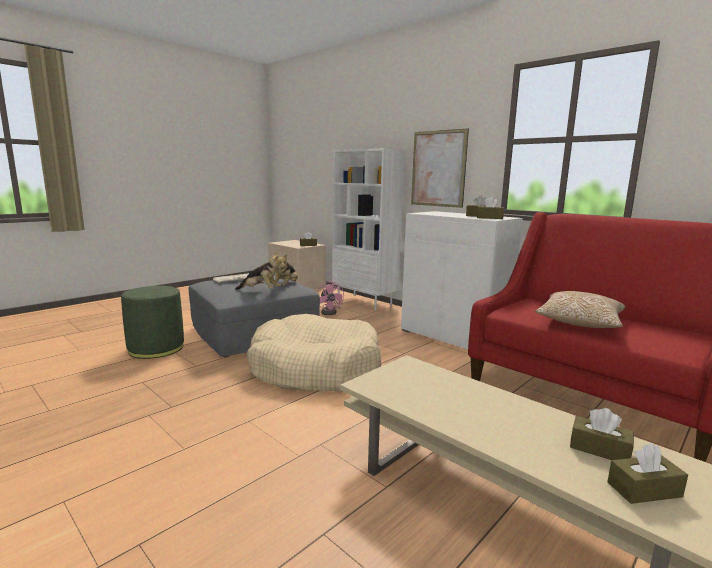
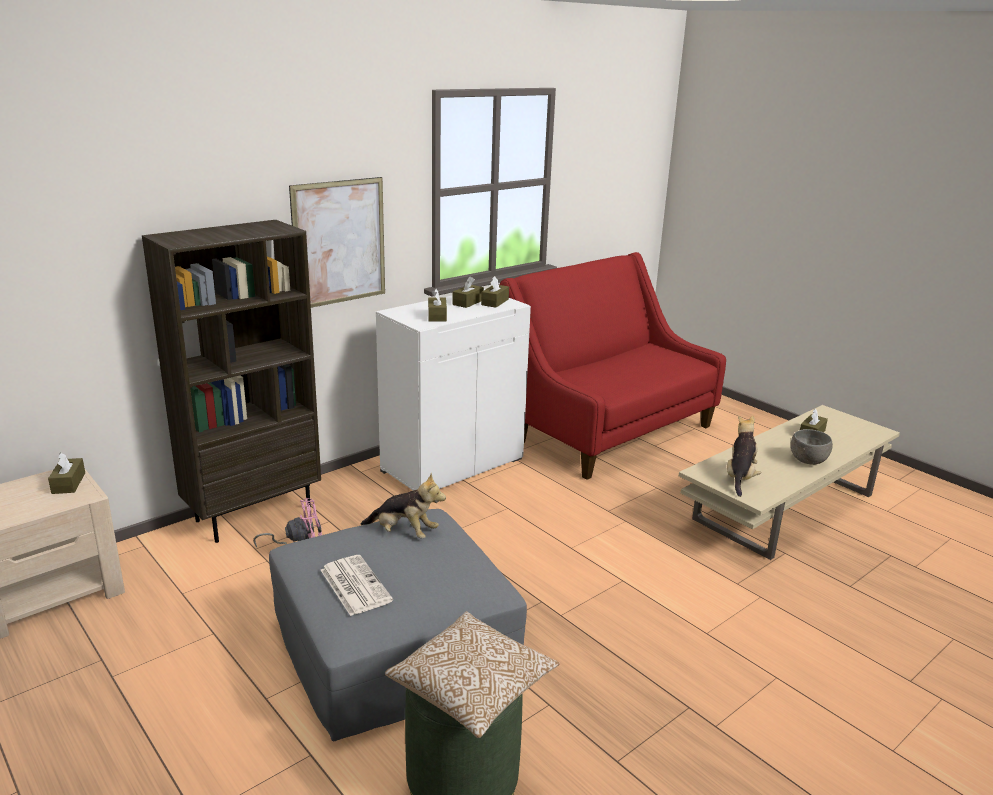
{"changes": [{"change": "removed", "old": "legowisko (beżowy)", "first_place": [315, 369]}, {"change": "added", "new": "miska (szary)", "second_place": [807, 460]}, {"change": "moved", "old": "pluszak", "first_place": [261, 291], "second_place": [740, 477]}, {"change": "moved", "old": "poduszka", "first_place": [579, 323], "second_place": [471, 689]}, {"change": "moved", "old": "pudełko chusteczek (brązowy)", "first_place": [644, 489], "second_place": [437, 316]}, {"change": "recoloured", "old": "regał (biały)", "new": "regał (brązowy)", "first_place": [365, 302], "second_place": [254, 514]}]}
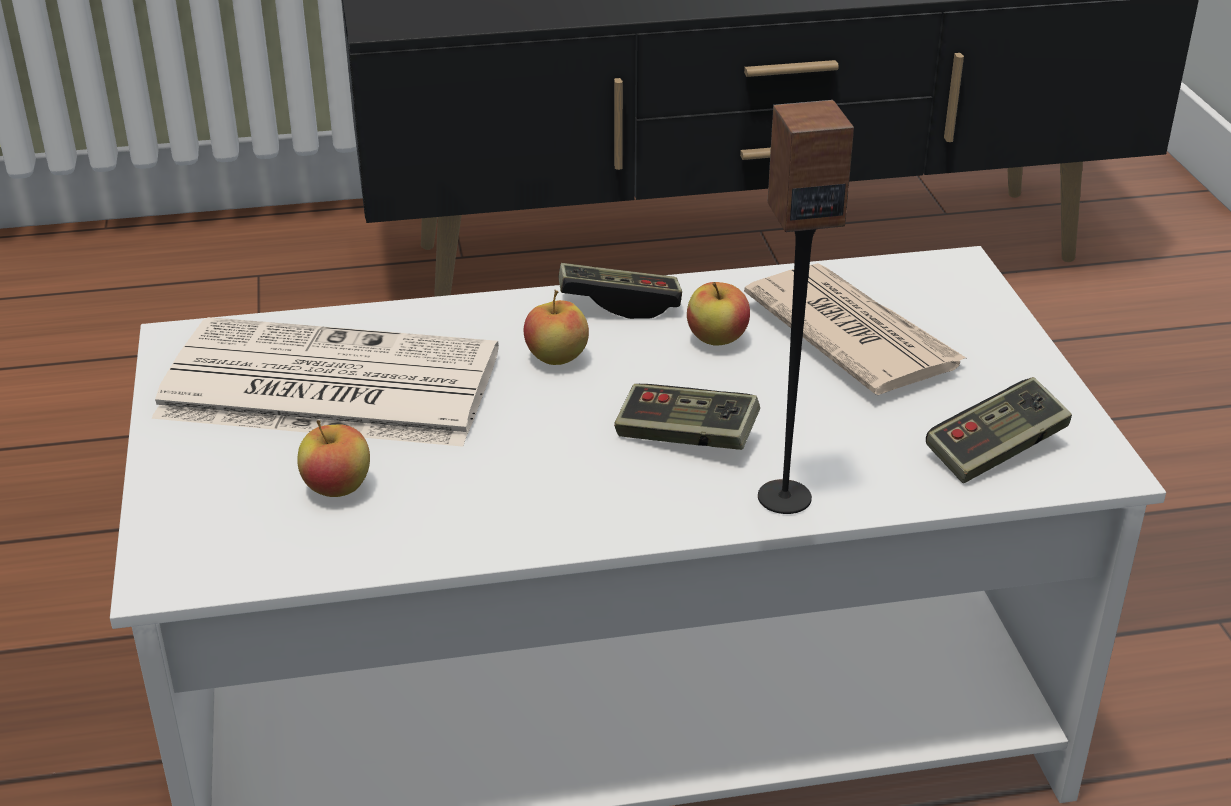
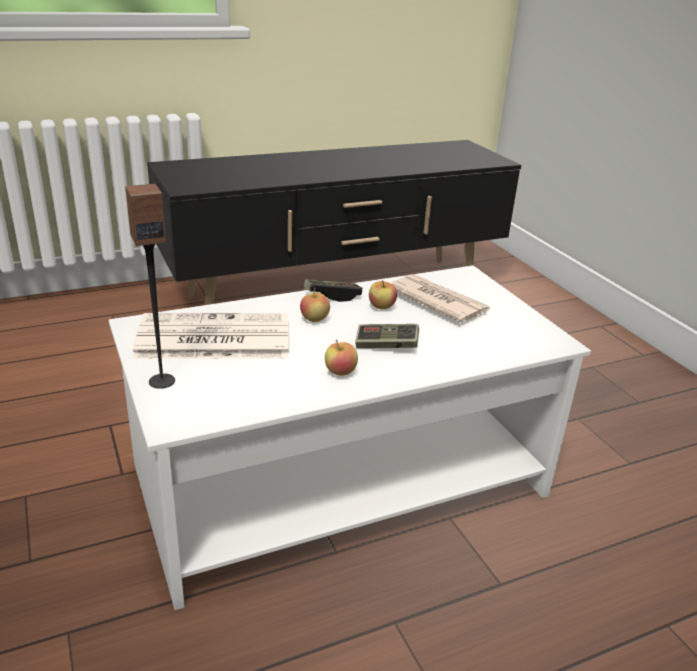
{"changes": [{"change": "removed", "old": "pad do gier", "first_place": [995, 450]}, {"change": "moved", "old": "jabłko", "first_place": [337, 488], "second_place": [340, 372]}, {"change": "moved", "old": "głośnik", "first_place": [784, 496], "second_place": [162, 381]}]}
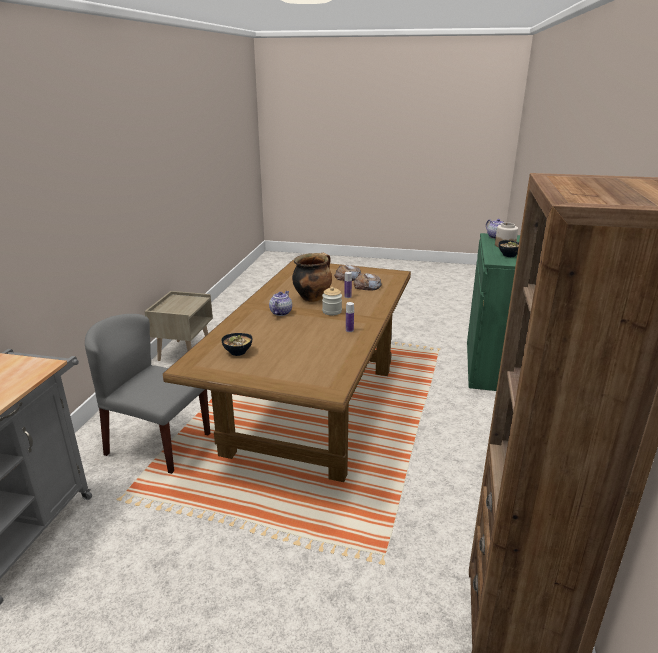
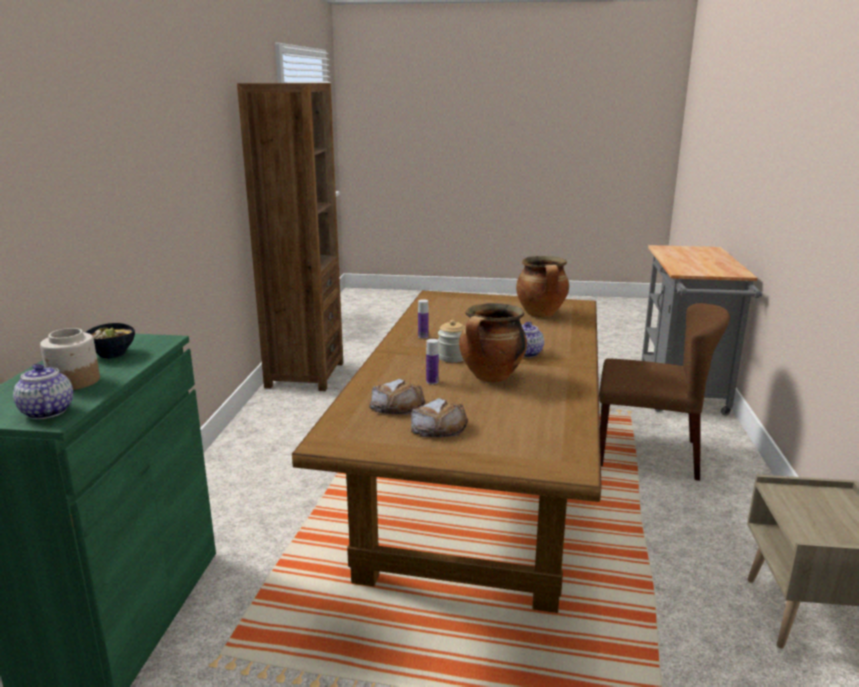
{"changes": [{"change": "replaced", "old": "miska", "new": "garnek", "first_place": [237, 352], "second_place": [541, 314]}, {"change": "recoloured", "old": "krzesło (szary)", "new": "krzesło (brązowy)", "first_place": [157, 444], "second_place": [648, 453]}]}
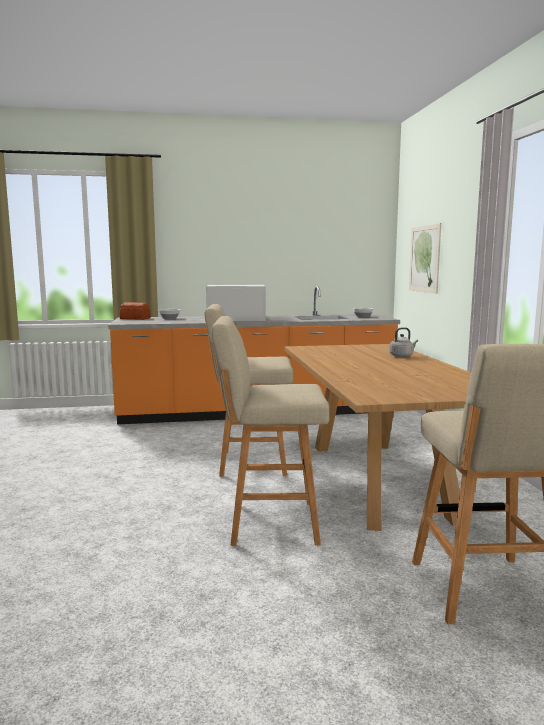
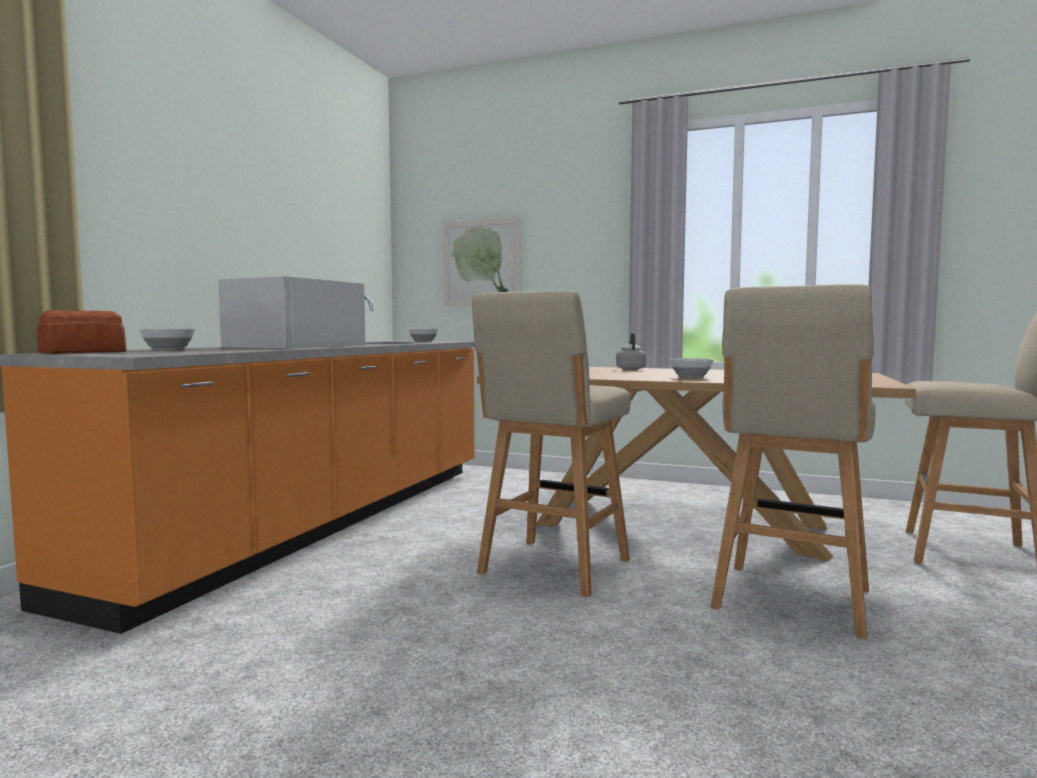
{"changes": [{"change": "added", "new": "miska", "second_place": [690, 377]}]}
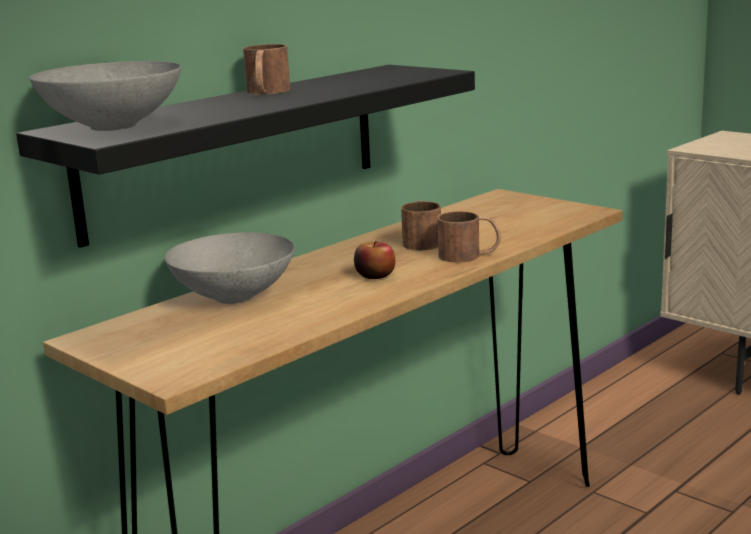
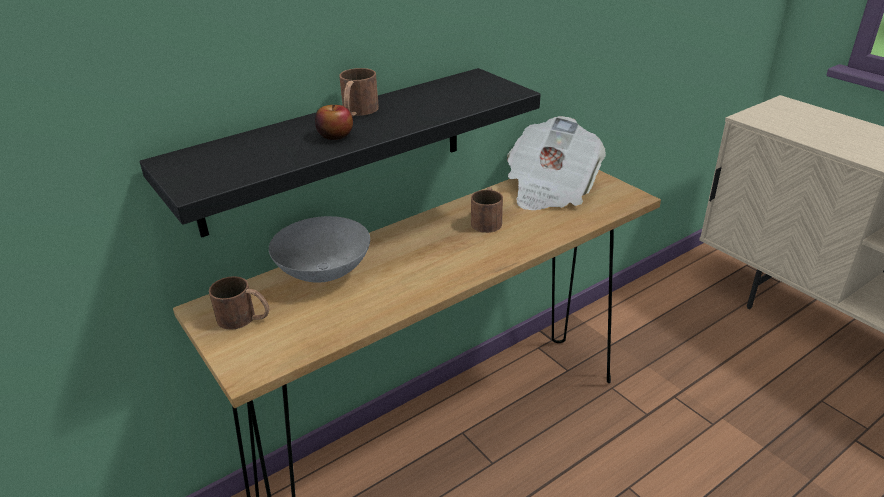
{"changes": [{"change": "removed", "old": "miska (szary)", "first_place": [116, 126]}, {"change": "added", "new": "gazeta", "second_place": [550, 188]}, {"change": "moved", "old": "jabłko", "first_place": [375, 275], "second_place": [335, 135]}, {"change": "moved", "old": "kubek (brązowy)", "first_place": [469, 255], "second_place": [244, 318]}]}
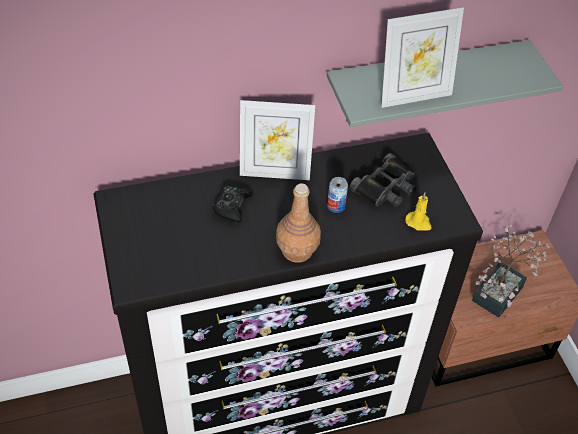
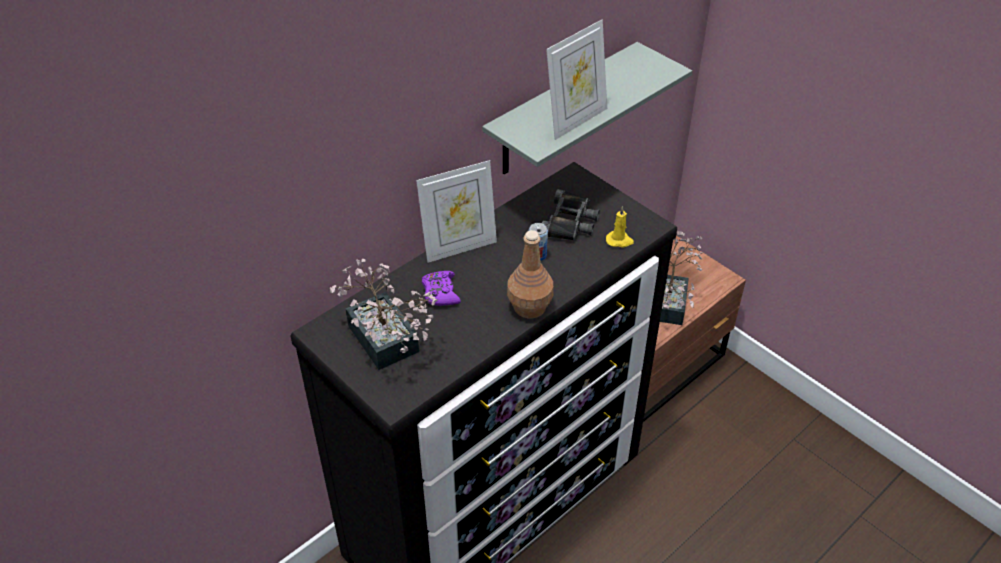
{"changes": [{"change": "added", "new": "roślina doniczkowa", "second_place": [386, 345]}, {"change": "recoloured", "old": "pad do gier (czarny)", "new": "pad do gier (fioletowy)", "first_place": [232, 206], "second_place": [440, 293]}]}
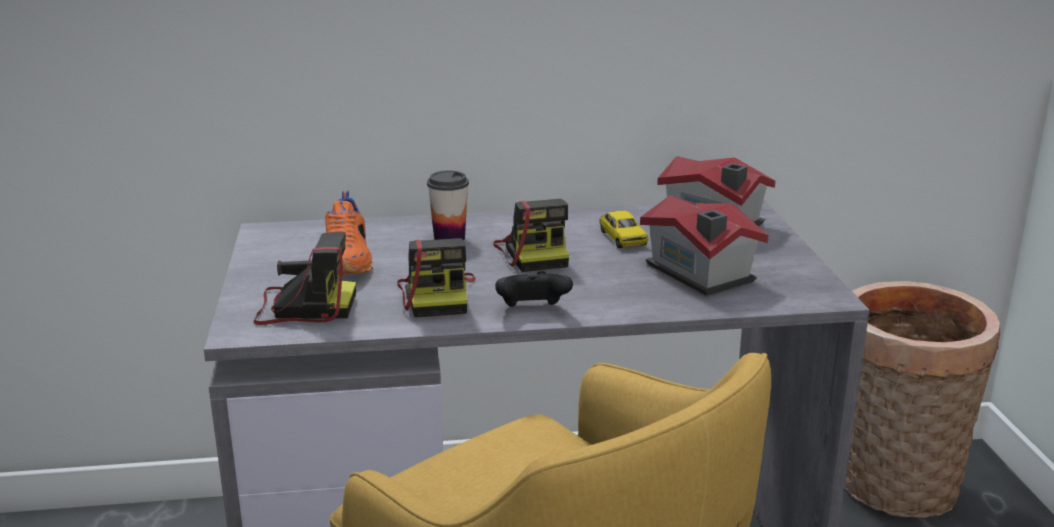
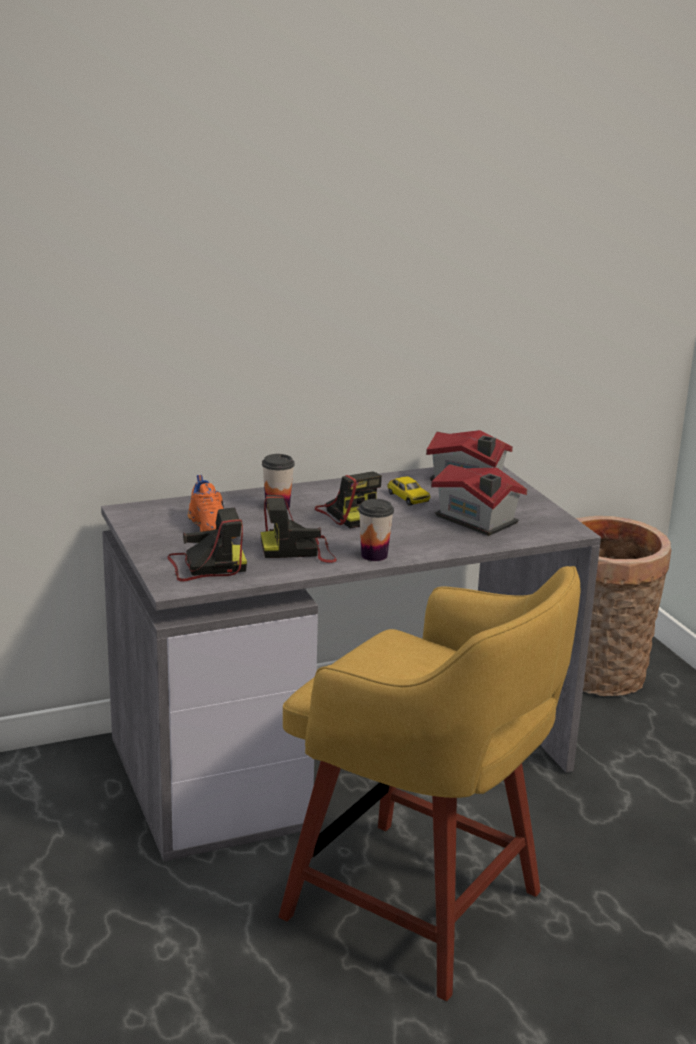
{"changes": [{"change": "replaced", "old": "pad do gier (czarny)", "new": "filiżanka", "first_place": [532, 310], "second_place": [374, 555]}, {"change": "turned", "old": "aparat fotograficzny", "first_place": [437, 296], "second_place": [299, 550], "degrees": 105}]}
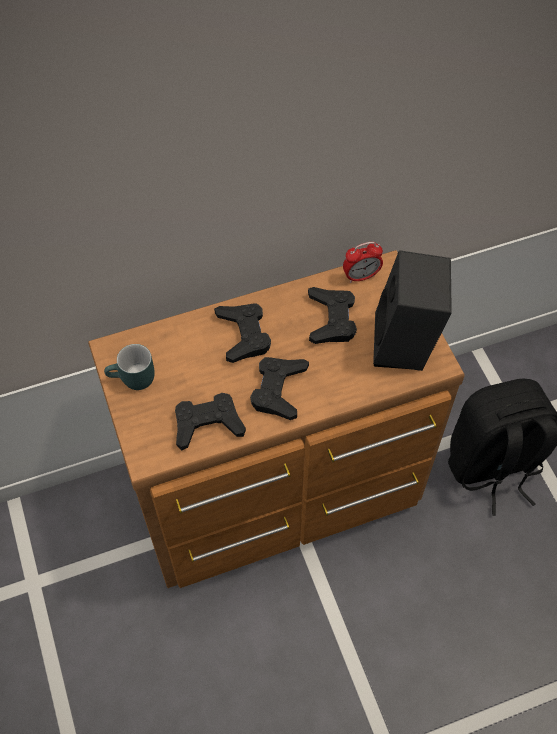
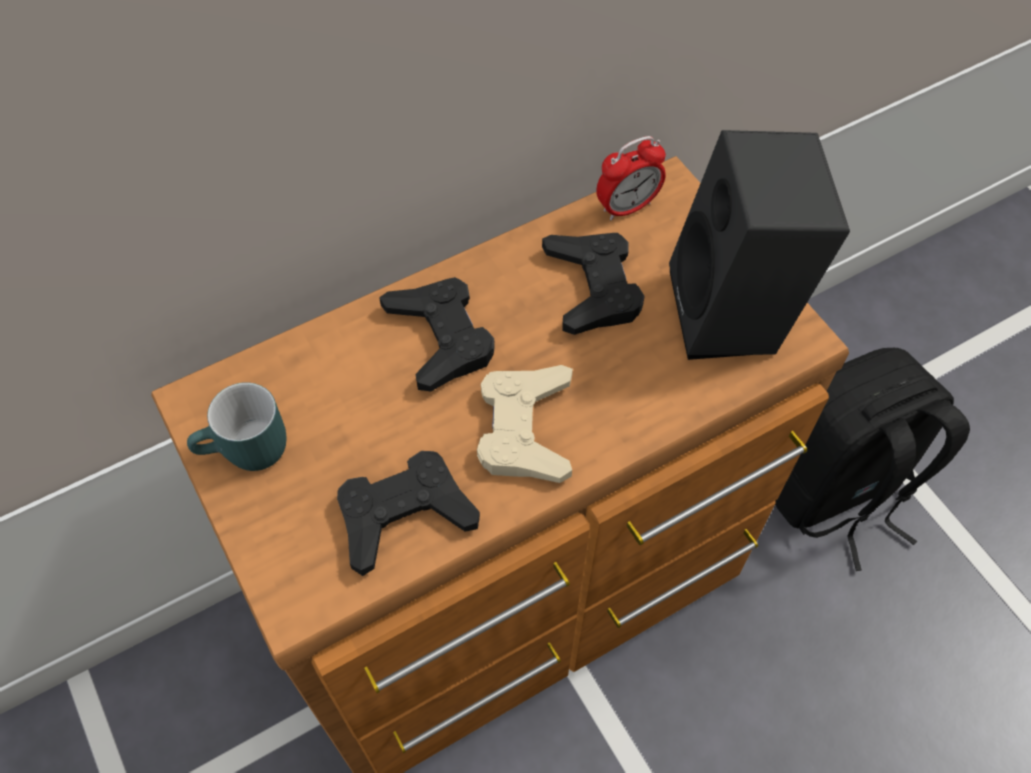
{"changes": [{"change": "recoloured", "old": "pad do gier (czarny)", "new": "pad do gier (beżowy)", "first_place": [278, 390], "second_place": [525, 429]}]}
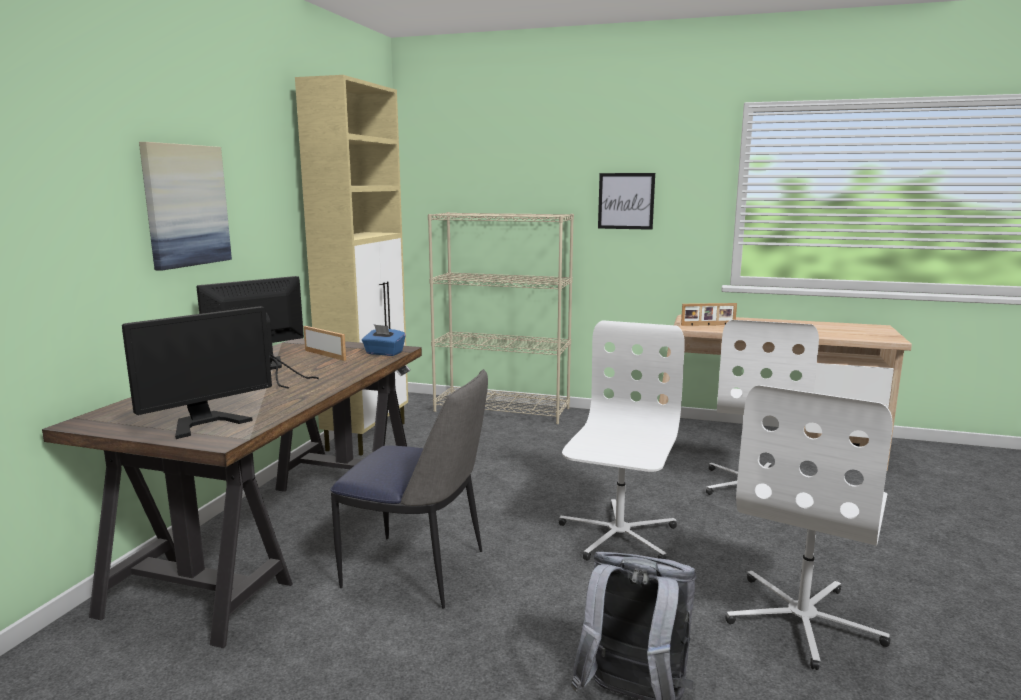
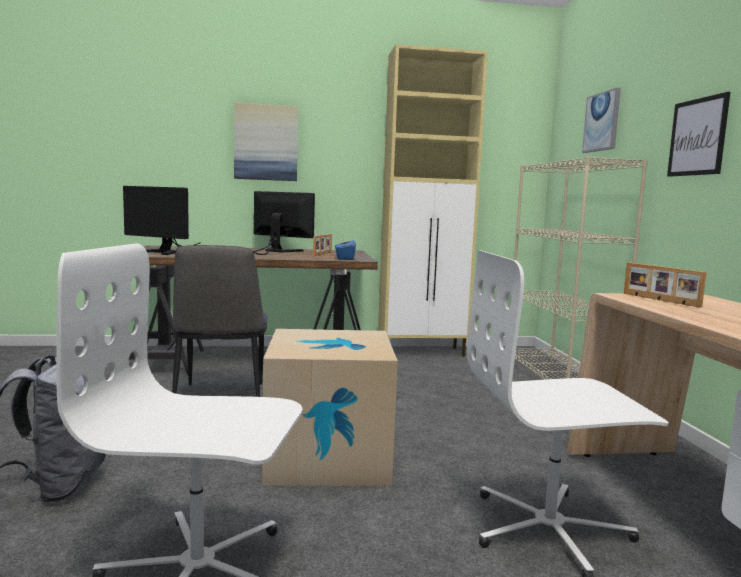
{"changes": [{"change": "added", "new": "obraz", "second_place": [602, 122]}, {"change": "replaced", "old": "krzesło biurowe (biały)", "new": "karton", "first_place": [617, 535], "second_place": [328, 456]}]}
